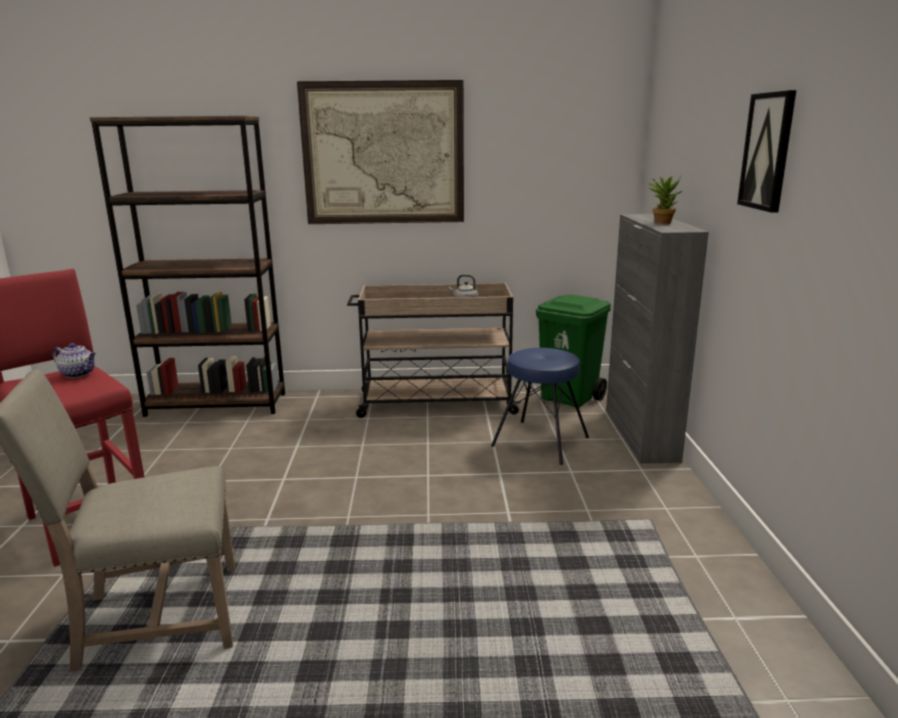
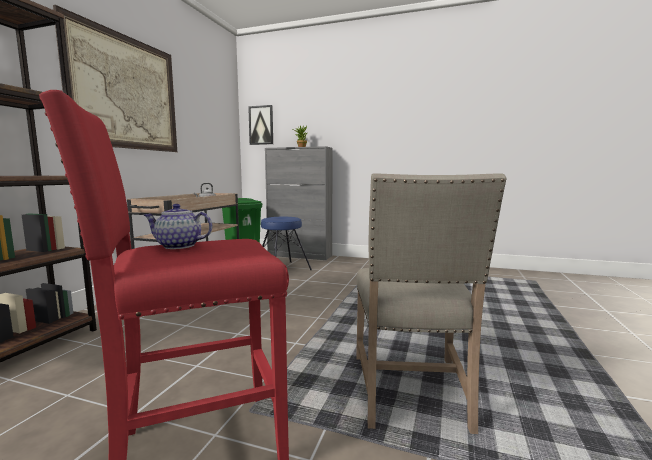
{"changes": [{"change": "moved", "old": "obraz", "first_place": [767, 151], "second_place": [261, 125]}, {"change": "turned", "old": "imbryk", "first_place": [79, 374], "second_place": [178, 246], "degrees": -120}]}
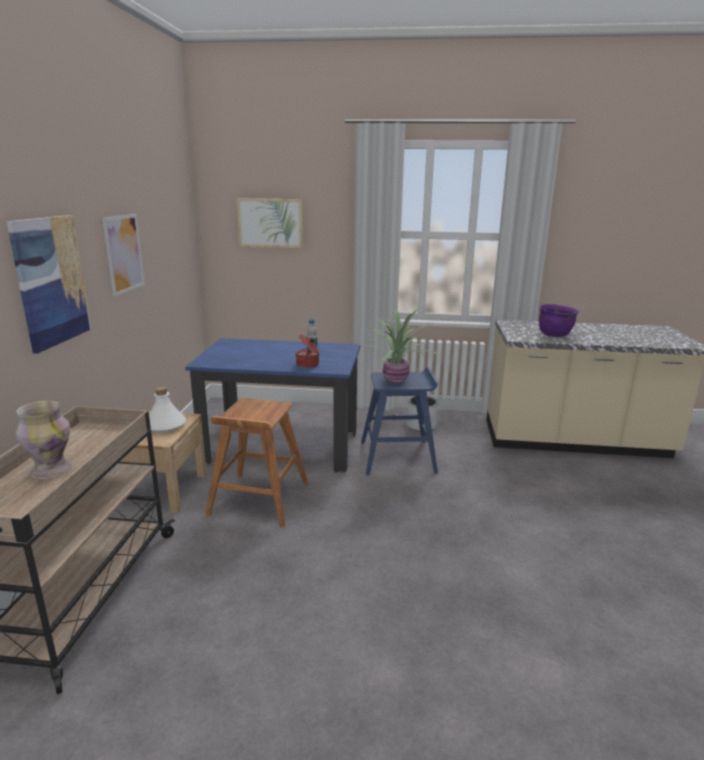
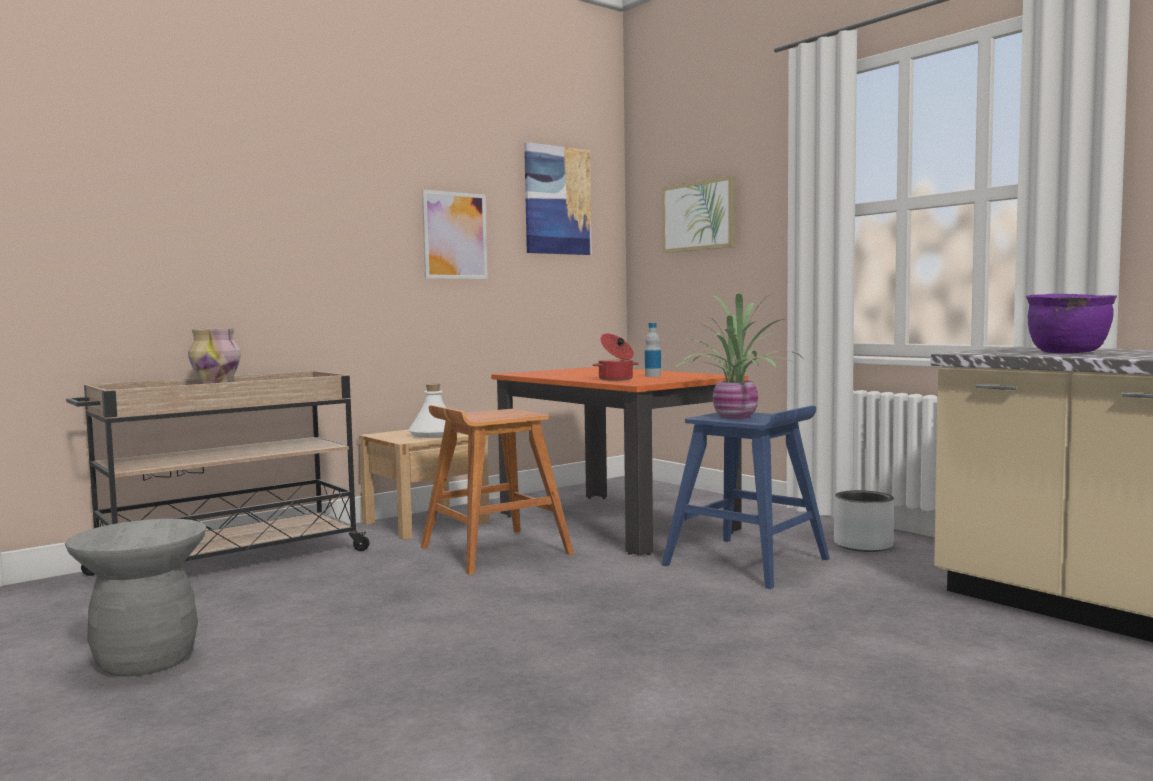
{"changes": [{"change": "added", "new": "stołek (szary)", "second_place": [146, 660]}, {"change": "moved", "old": "obraz", "first_place": [51, 281], "second_place": [557, 200]}, {"change": "recoloured", "old": "stół jadalny (niebieski)", "new": "stół jadalny (pomarańczowy)", "first_place": [282, 446], "second_place": [615, 522]}]}
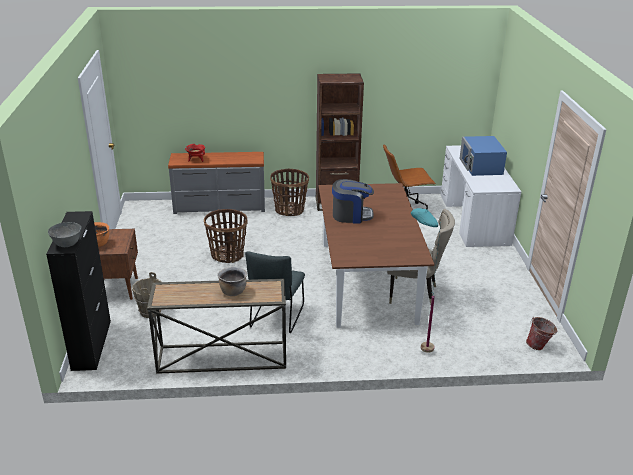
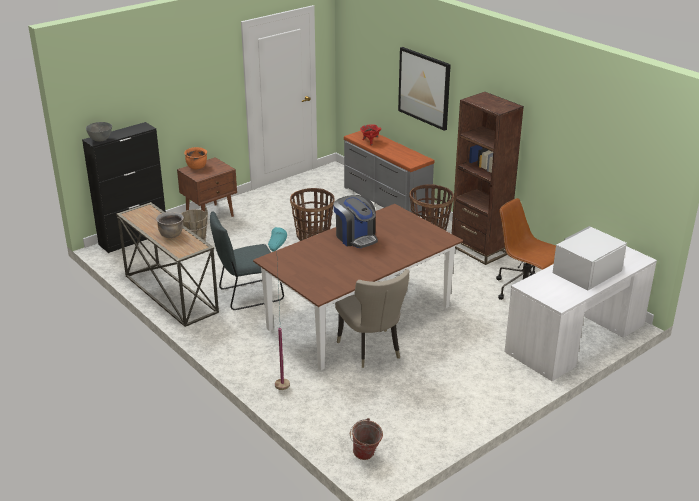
{"changes": [{"change": "added", "new": "obraz", "second_place": [424, 88]}, {"change": "recoloured", "old": "mikrofalówka (niebieski)", "new": "mikrofalówka (biały)", "first_place": [481, 166], "second_place": [586, 271]}]}
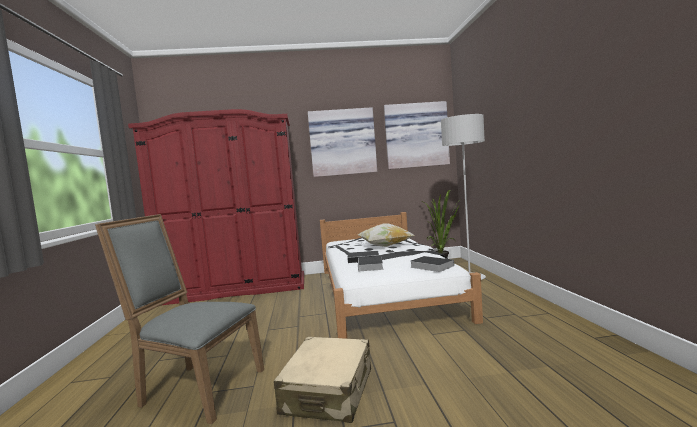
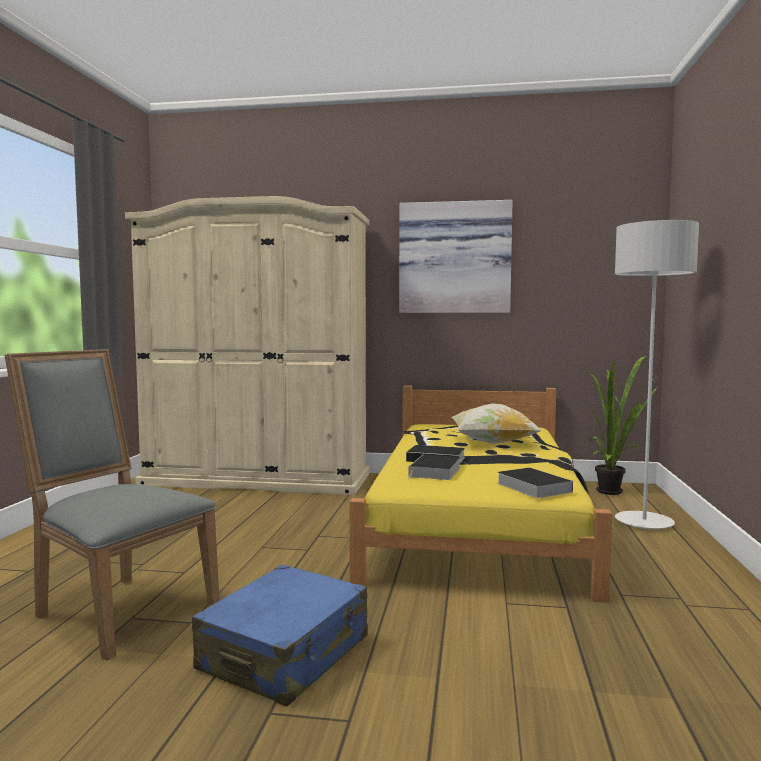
{"changes": [{"change": "removed", "old": "obraz", "first_place": [416, 135]}, {"change": "recoloured", "old": "szafa (czerwony)", "new": "szafa (beżowy)", "first_place": [235, 289], "second_place": [257, 479]}, {"change": "recoloured", "old": "walizka (beżowy)", "new": "walizka (niebieski)", "first_place": [328, 391], "second_place": [285, 654]}, {"change": "recoloured", "old": "łóżko (biały)", "new": "łóżko (żółty)", "first_place": [383, 291], "second_place": [476, 520]}]}
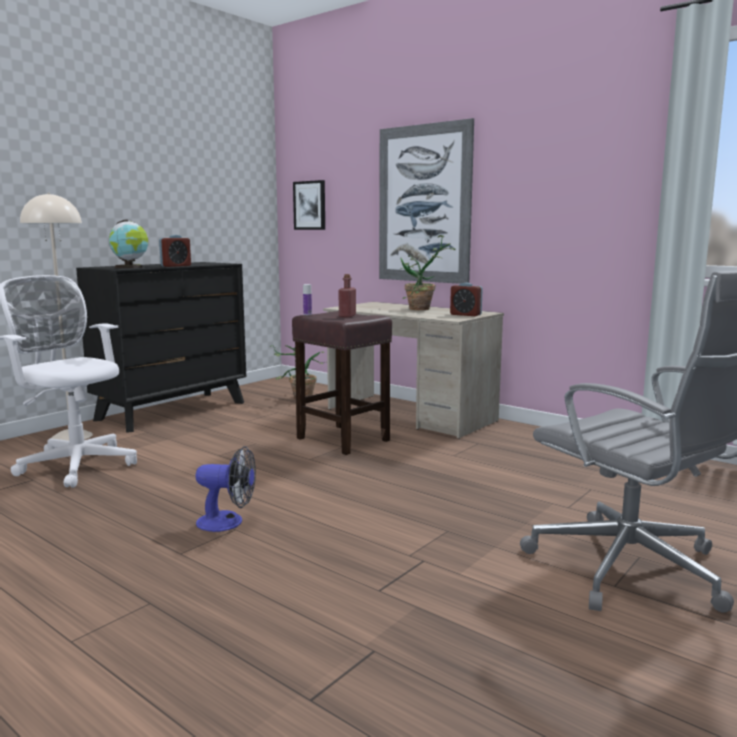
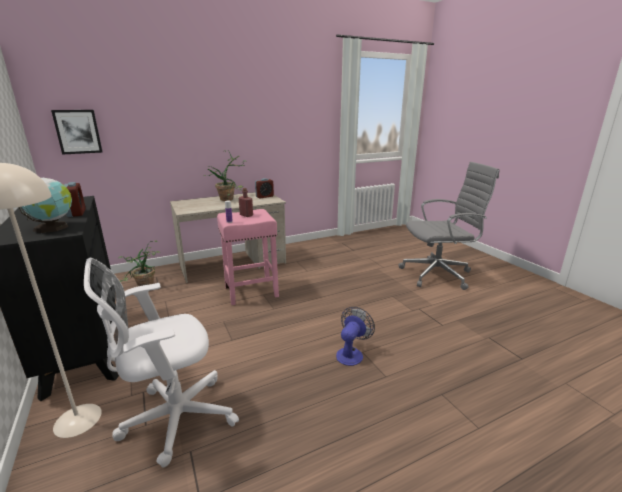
{"changes": [{"change": "removed", "old": "obraz", "first_place": [424, 204]}, {"change": "recoloured", "old": "stołek (brązowy)", "new": "stołek (różowy)", "first_place": [341, 439], "second_place": [250, 292]}]}
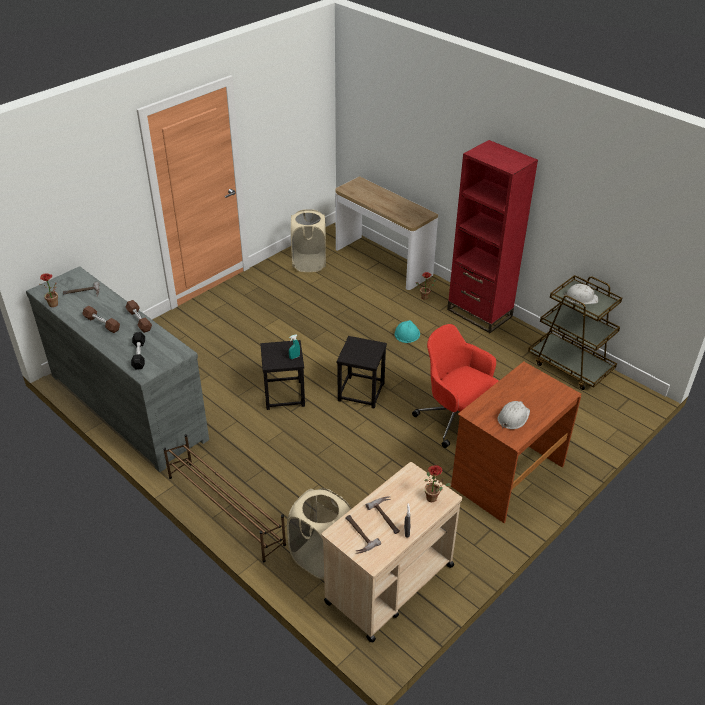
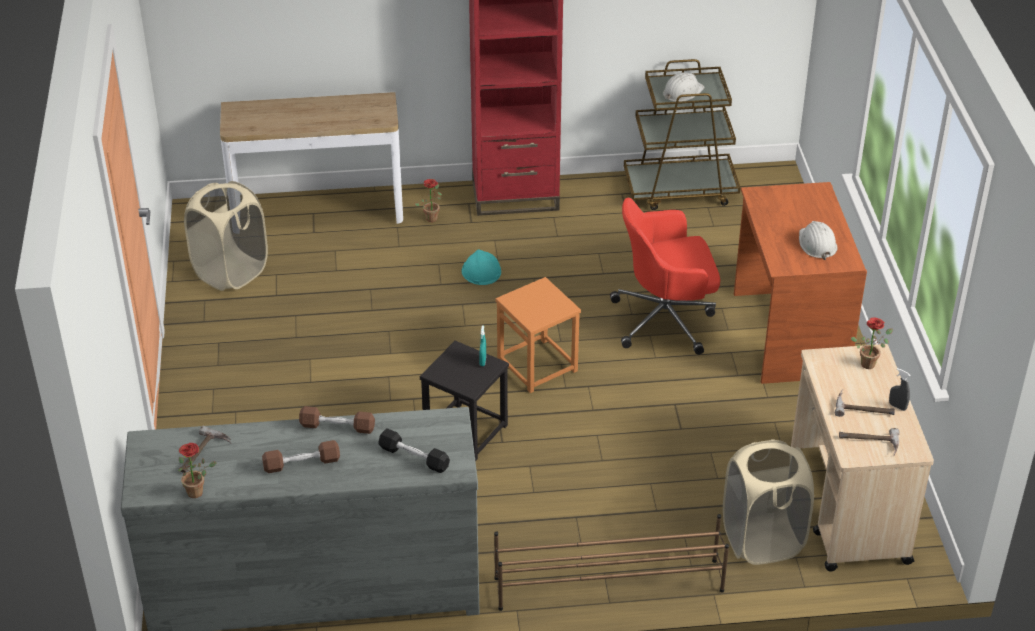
{"changes": [{"change": "recoloured", "old": "stołek (czarny)", "new": "stołek (pomarańczowy)", "first_place": [361, 392], "second_place": [538, 365]}]}
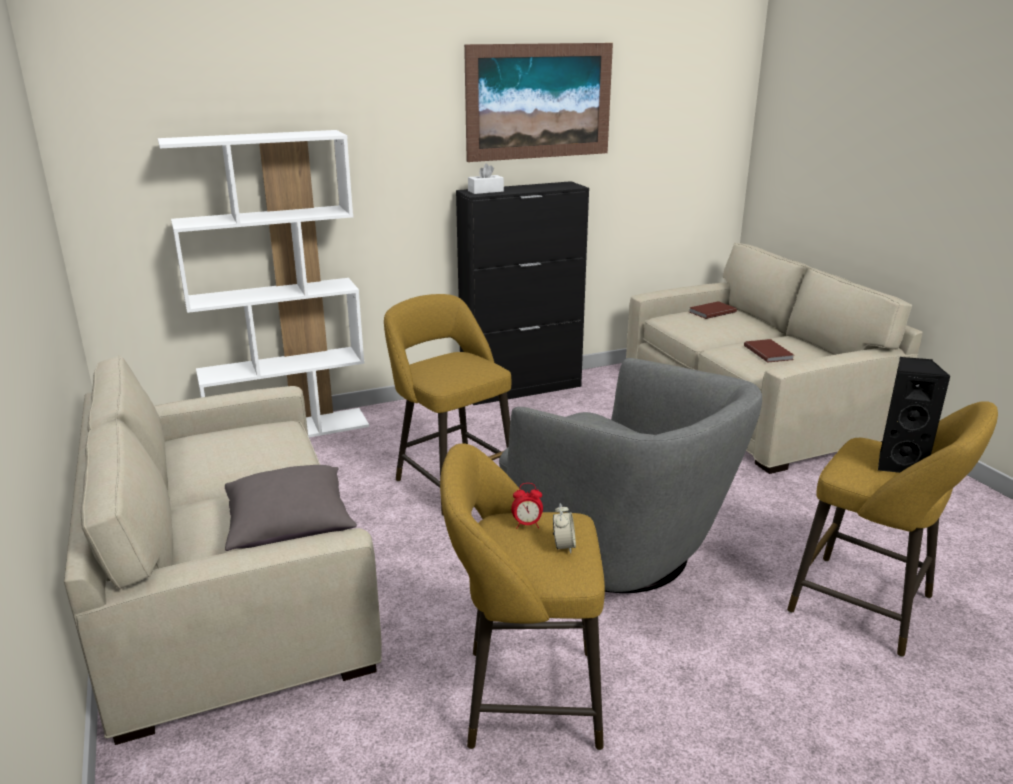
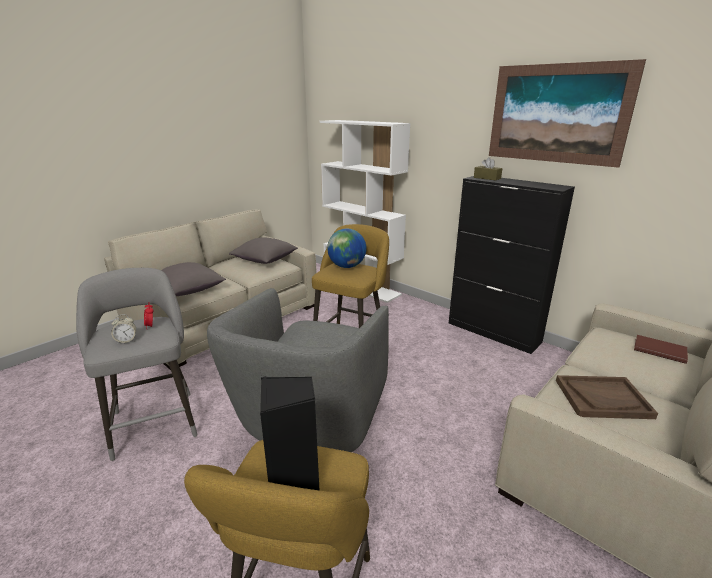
{"changes": [{"change": "added", "new": "poduszka (szary)", "second_place": [265, 260]}, {"change": "added", "new": "globus", "second_place": [347, 266]}, {"change": "replaced", "old": "książka (brązowy)", "new": "taca (brązowy)", "first_place": [769, 352], "second_place": [602, 398]}, {"change": "recoloured", "old": "stołek (żółty)", "new": "stołek (szary)", "first_place": [522, 698], "second_place": [154, 420]}, {"change": "recoloured", "old": "pudełko chusteczek (biały)", "new": "pudełko chusteczek (brązowy)", "first_place": [485, 191], "second_place": [487, 178]}]}
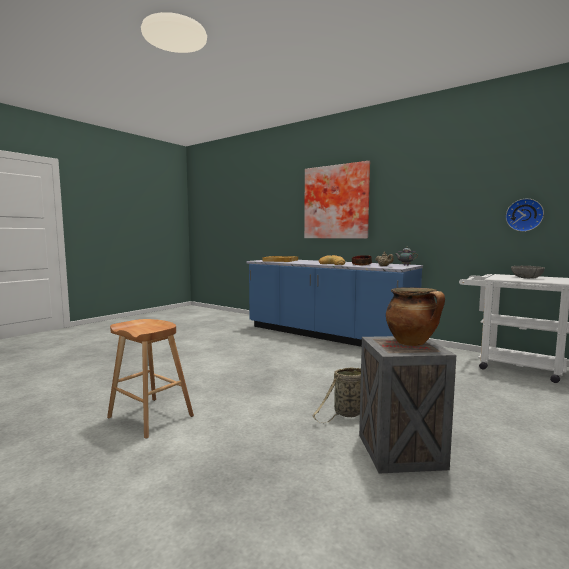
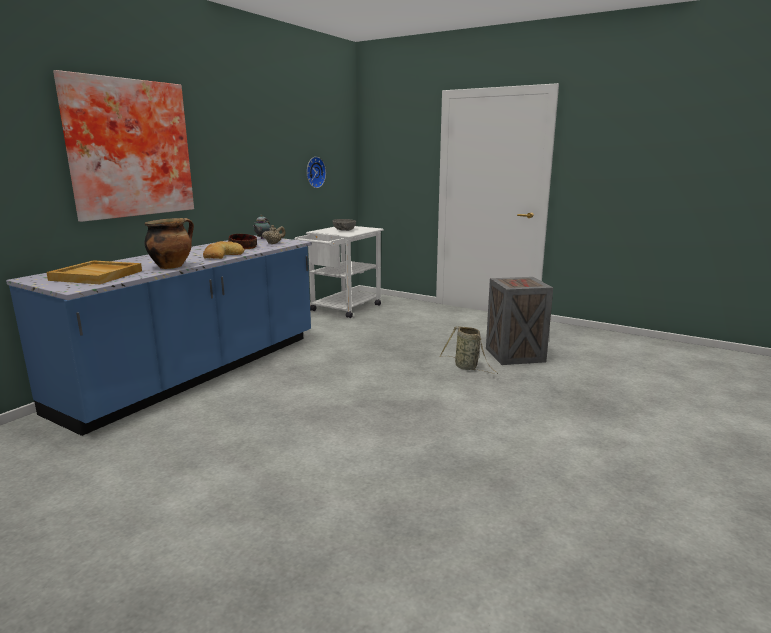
{"changes": [{"change": "removed", "old": "stołek (brązowy)", "first_place": [150, 417]}, {"change": "moved", "old": "garnek", "first_place": [412, 343], "second_place": [172, 266]}]}
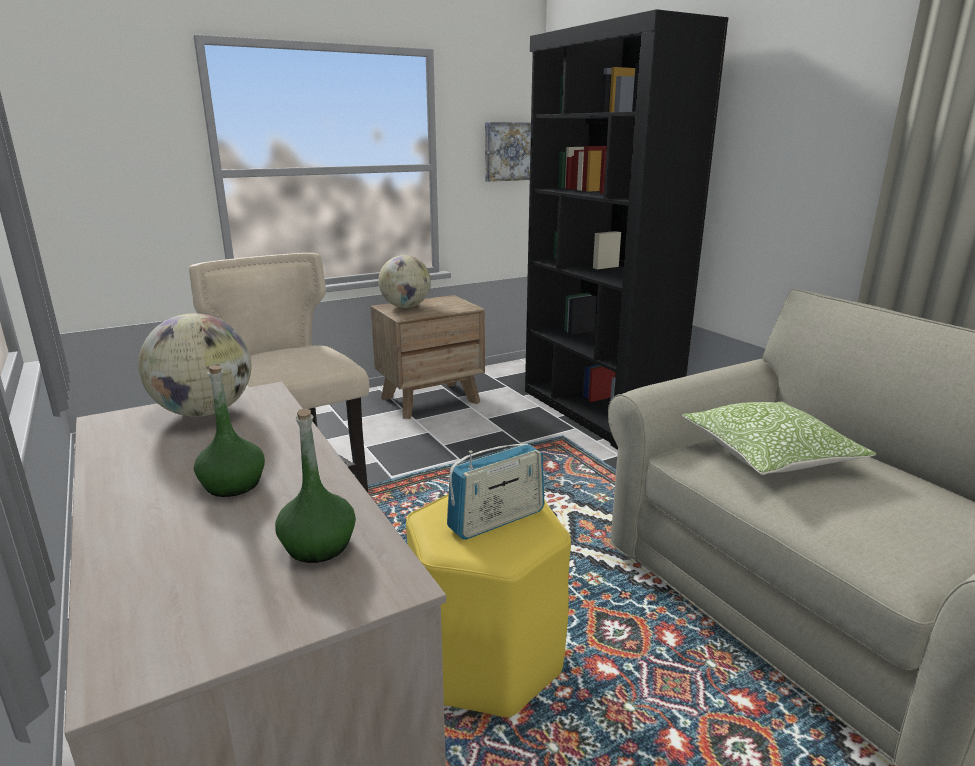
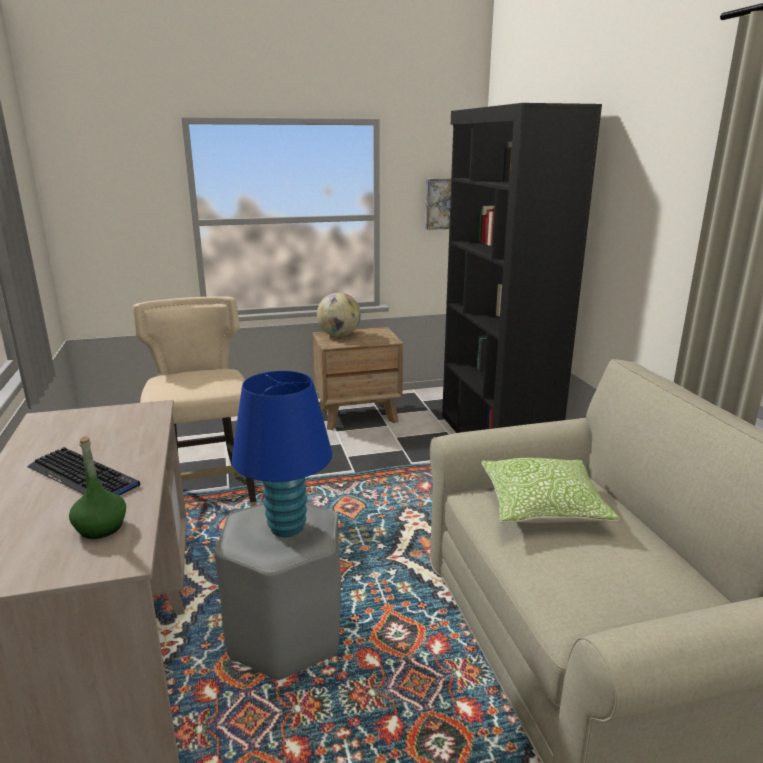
{"changes": [{"change": "removed", "old": "globus", "first_place": [205, 412]}, {"change": "replaced", "old": "butelka (zielony)", "new": "klawiatura", "first_place": [233, 484], "second_place": [83, 476]}, {"change": "replaced", "old": "radio", "new": "lampa stołowa (niebieski)", "first_place": [497, 520], "second_place": [287, 527]}, {"change": "recoloured", "old": "stołek (żółty)", "new": "stołek (szary)", "first_place": [487, 659], "second_place": [286, 635]}]}
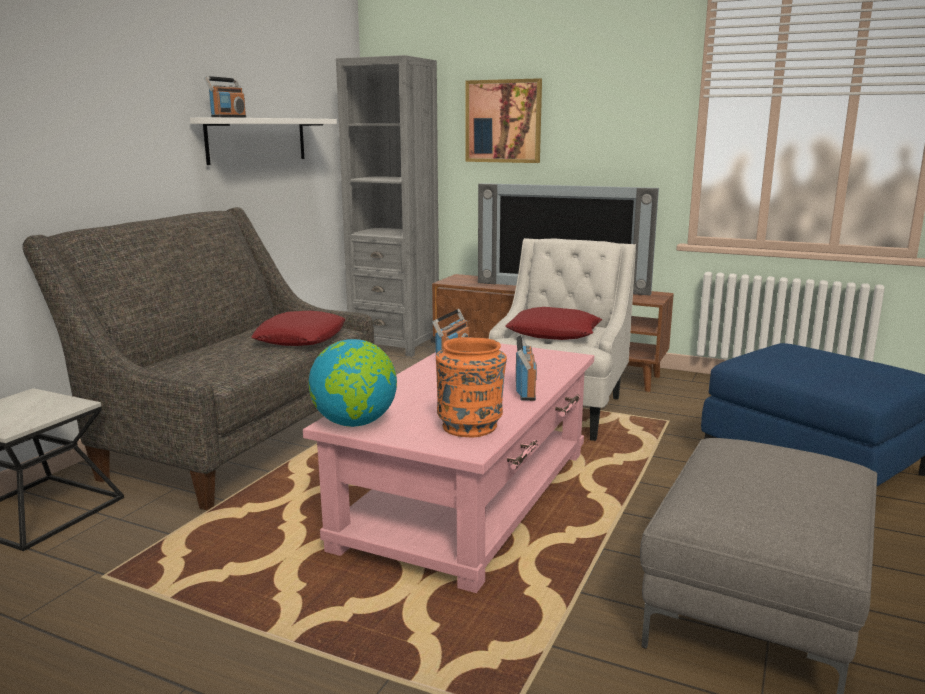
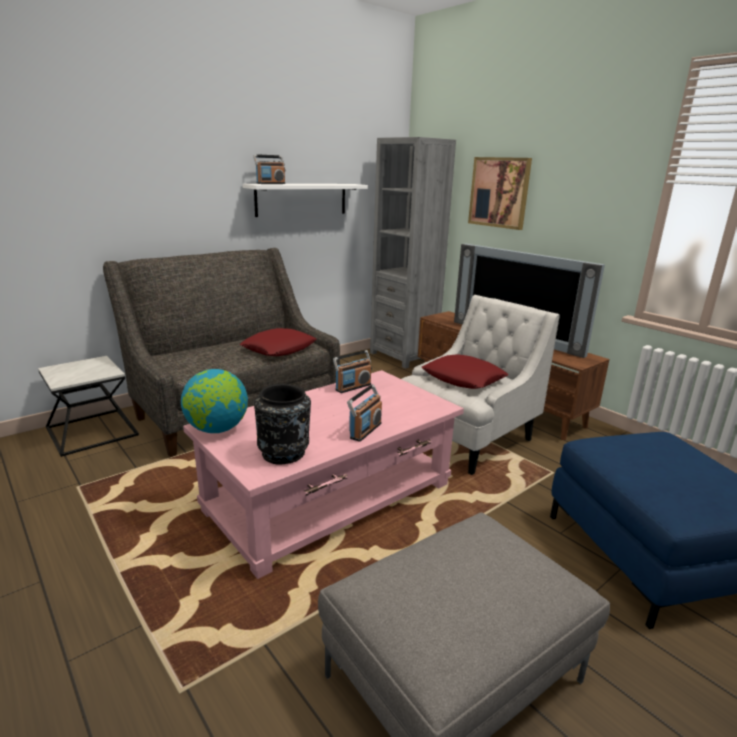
{"changes": [{"change": "recoloured", "old": "wazon (pomarańczowy)", "new": "wazon (czarny)", "first_place": [471, 427], "second_place": [284, 454]}]}
